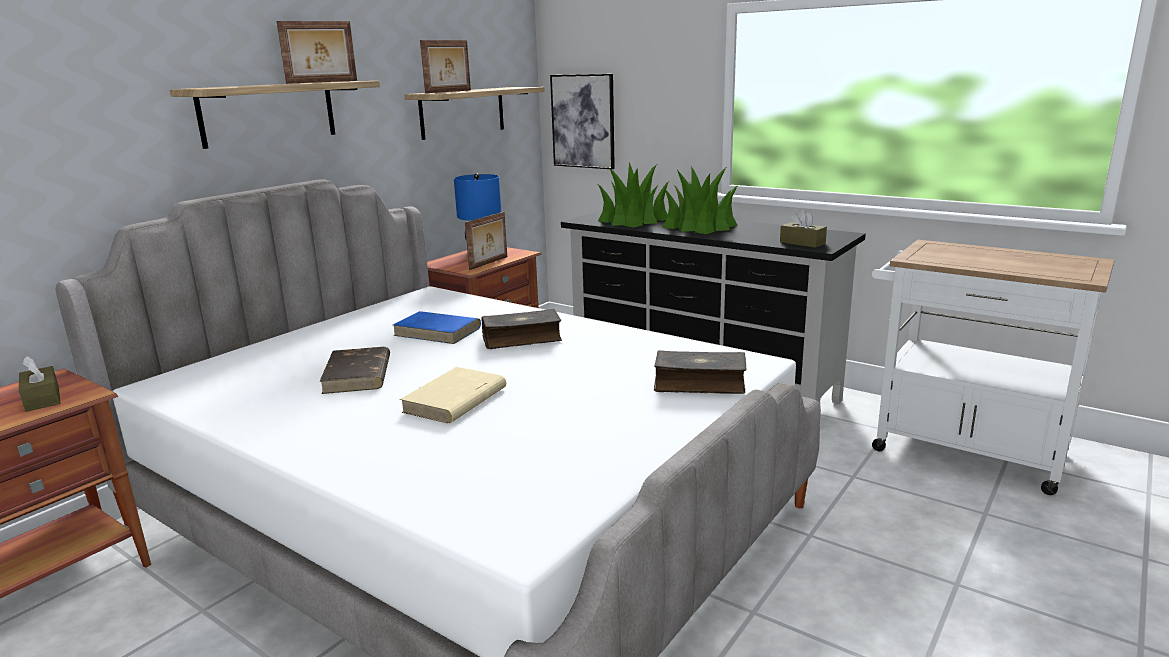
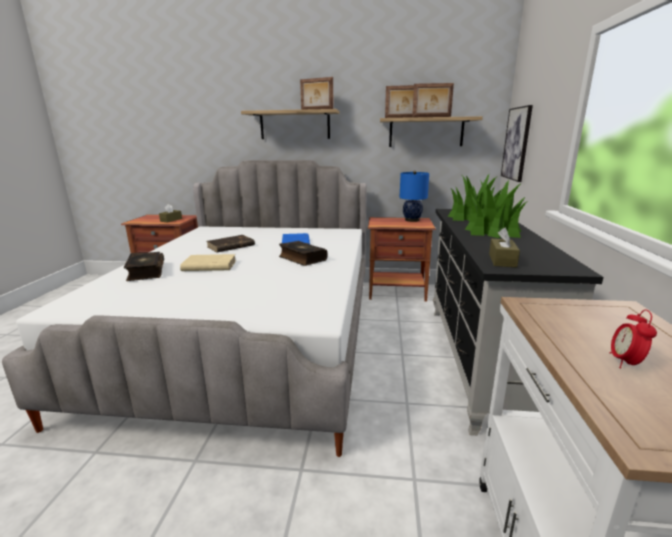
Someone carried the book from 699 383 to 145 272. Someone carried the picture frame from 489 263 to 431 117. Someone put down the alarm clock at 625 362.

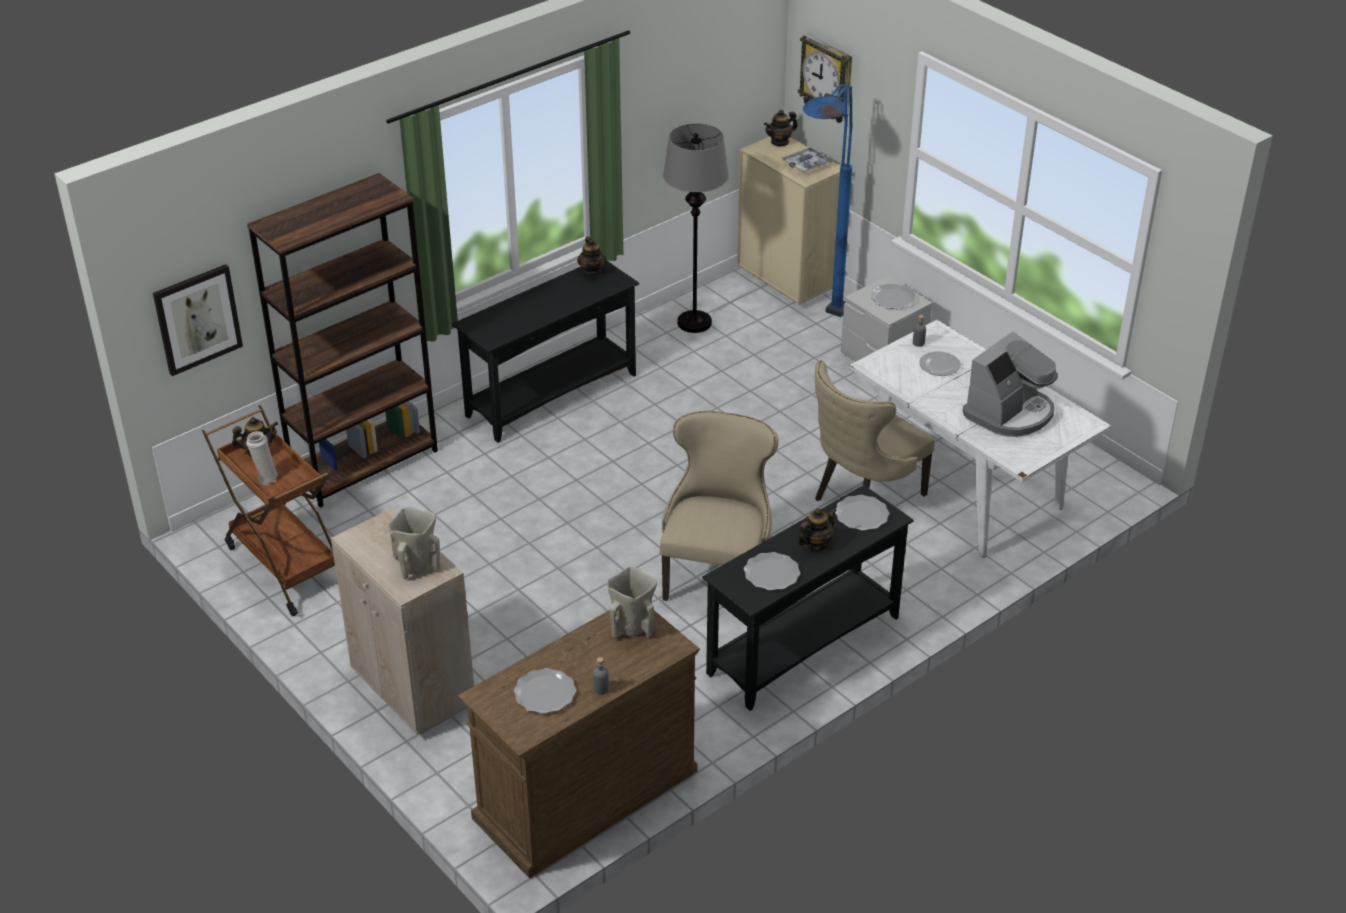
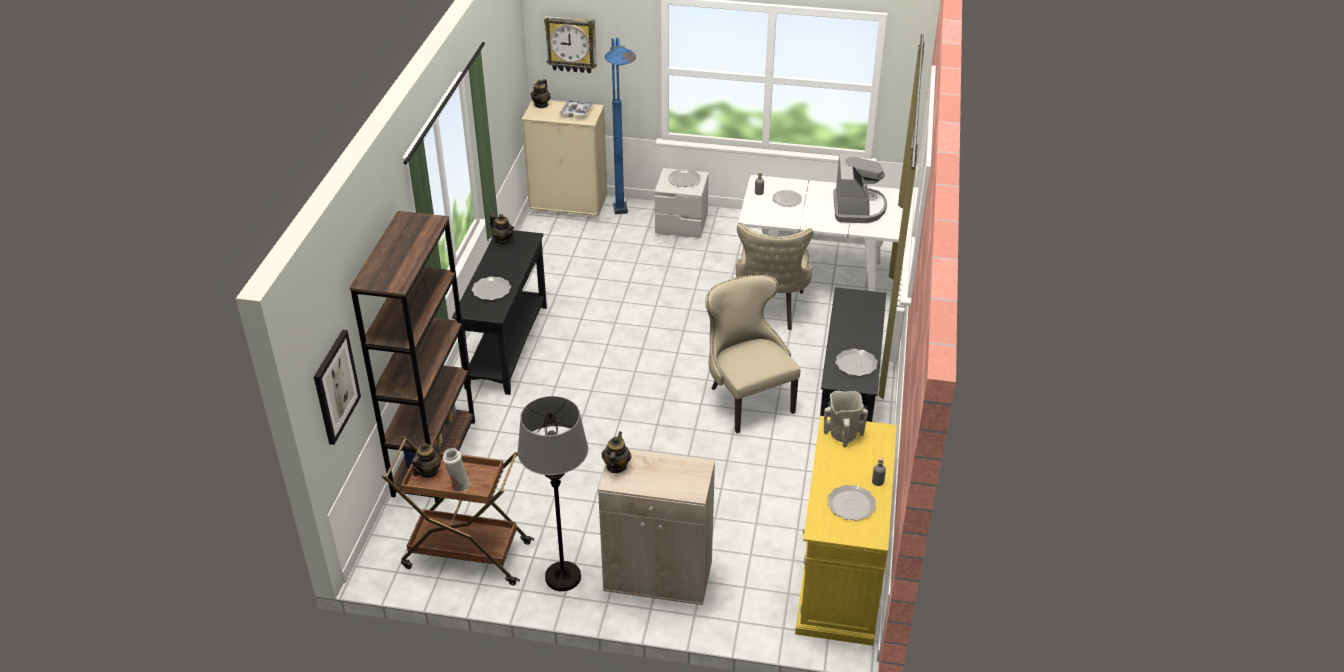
Someone carried the plate from 861 515 to 491 290. Someone carried the grey floor lamp from 694 323 to 563 577. Someone carried the teapot from 815 544 to 616 466. Someone repainted the brown dresser at 586 795, which became the yellow dresser at 841 574. Someone took away the beige vase at 417 564.

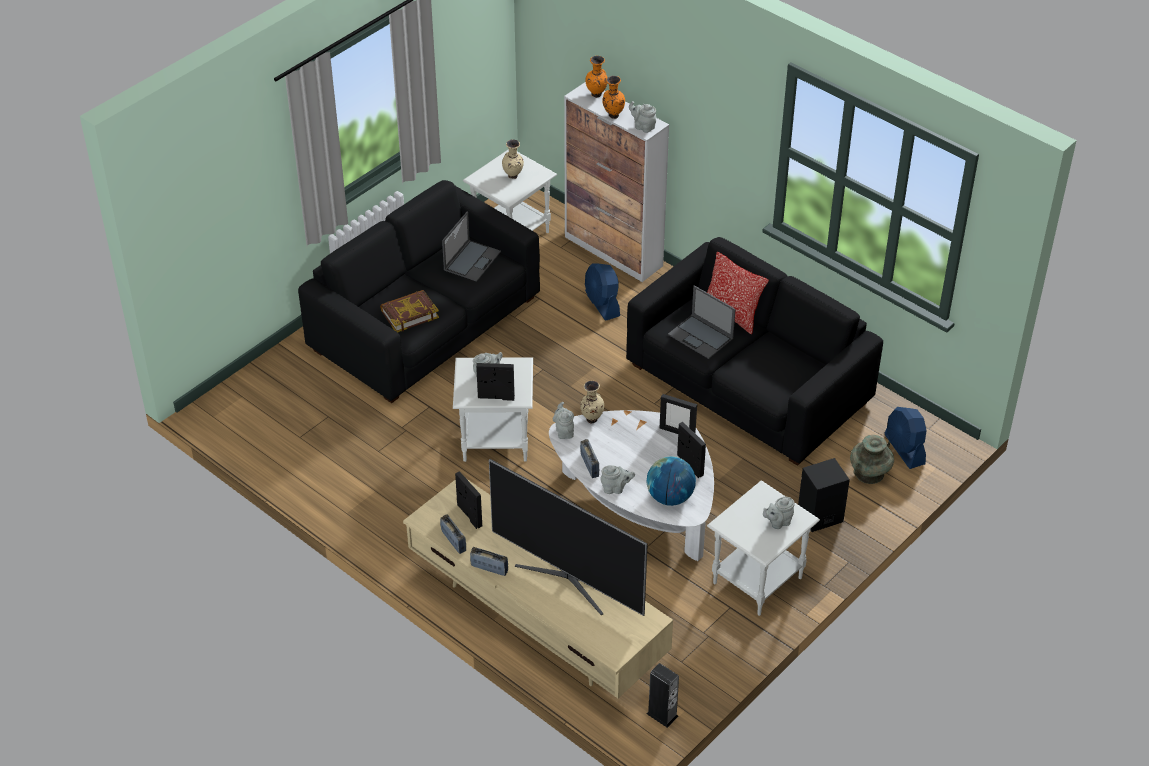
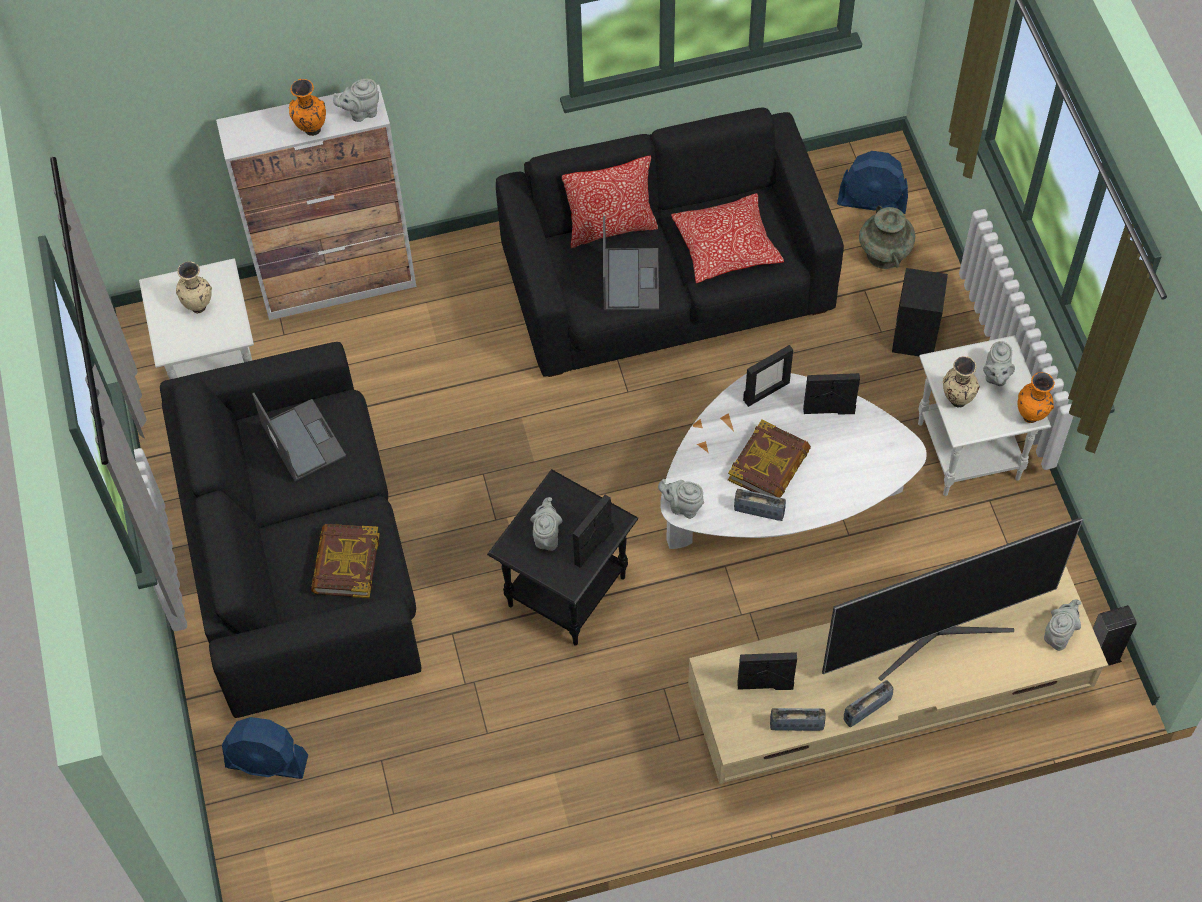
Someone carried the blue fan from 602 304 to 267 762. Someone repainted the white side table at 494 441, which became the black side table at 566 593. Someone rotated the laptop at 701 337 by 75 degrees counterclockwise. Someone put down the pillow at 726 247. Someone put down the book at 769 465. Someone carried the beige vase from 591 419 to 956 401. Someone carried the orange vase from 596 95 to 1031 417. Someone carried the grey teapot from 615 488 to 1059 634. Someone took away the globe at 670 497.

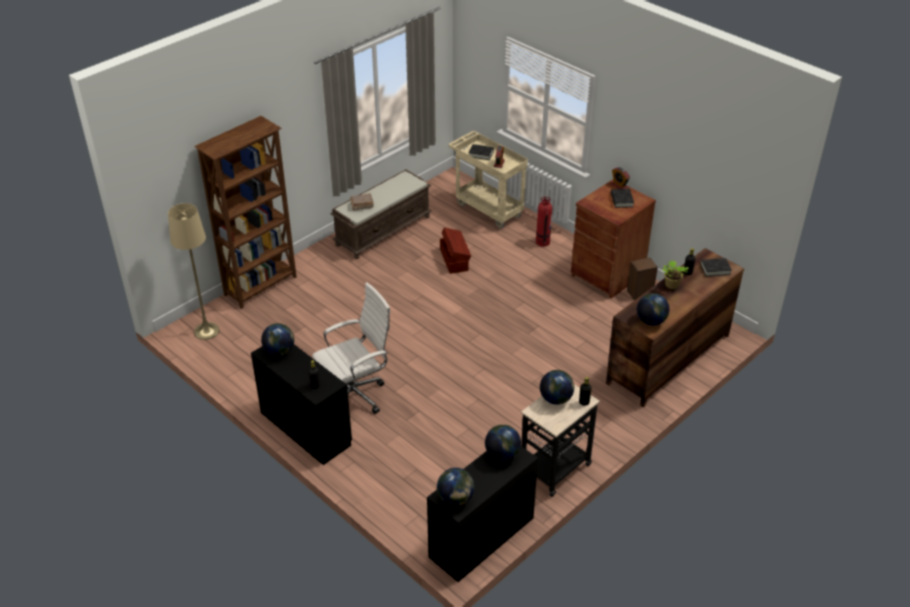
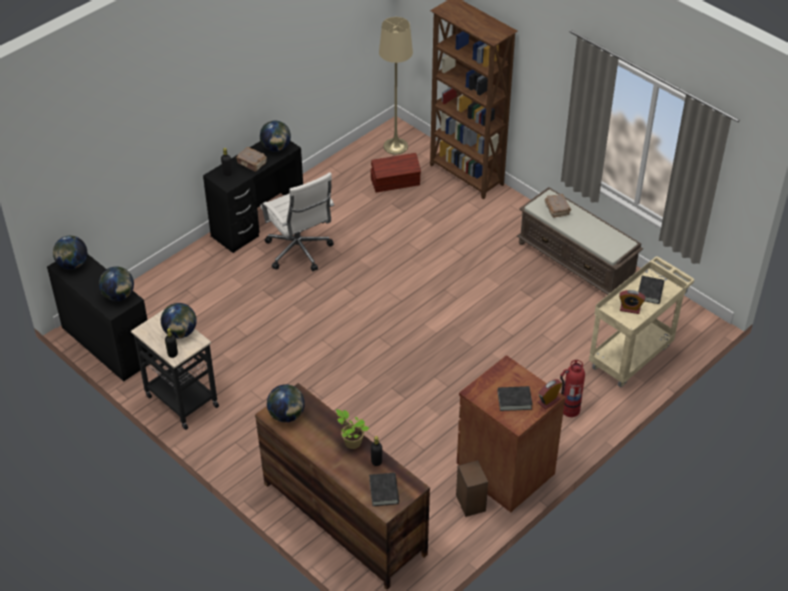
Someone put down the brown book at 252 163. Someone carried the brown storage box from 454 259 to 396 182.

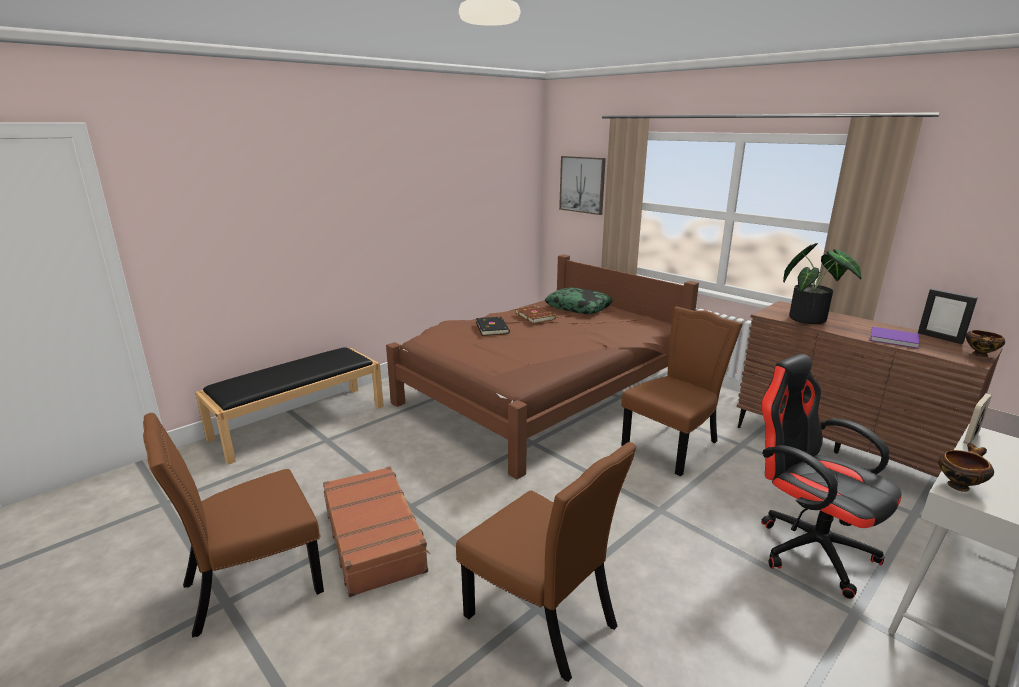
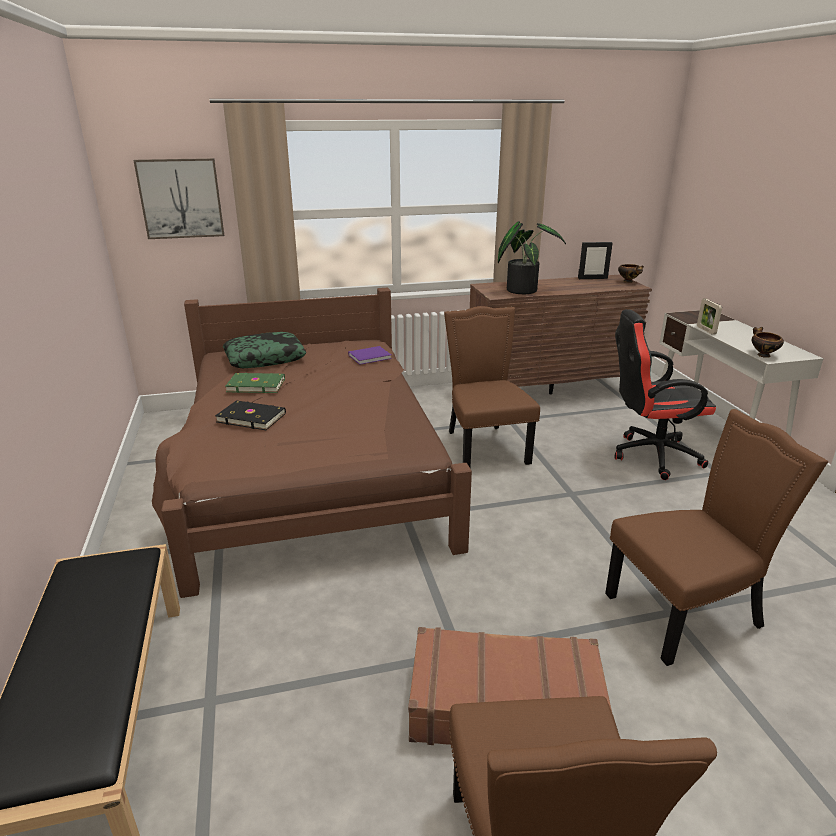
Someone repainted the brown book at 535 316, which became the green book at 256 385. Someone carried the purple book from 895 339 to 371 356.

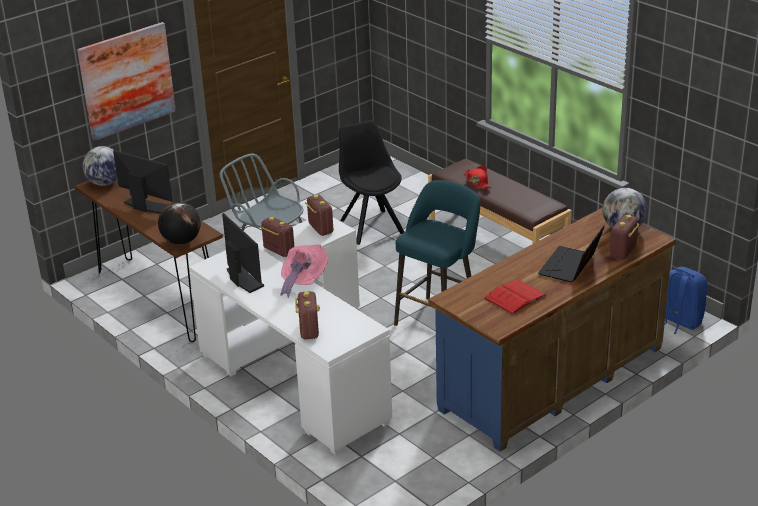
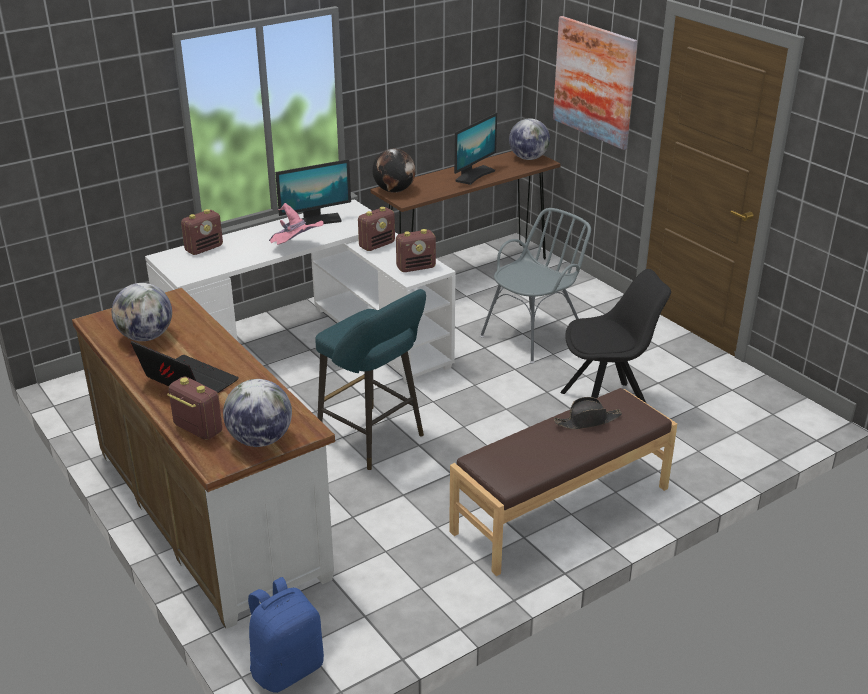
Someone repainted the blue dresser at 550 379, which became the white dresser at 210 512. Someone swapped the red book at 515 297 for the globe at 146 337. Someone rotated the radio at 309 330 by 45 degrees counterclockwise. Someone repainted the red hat at 477 182, which became the black hat at 587 421.

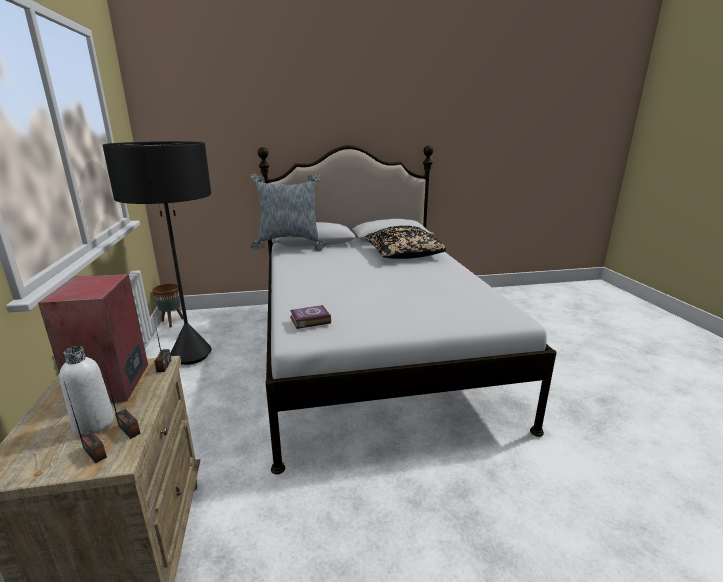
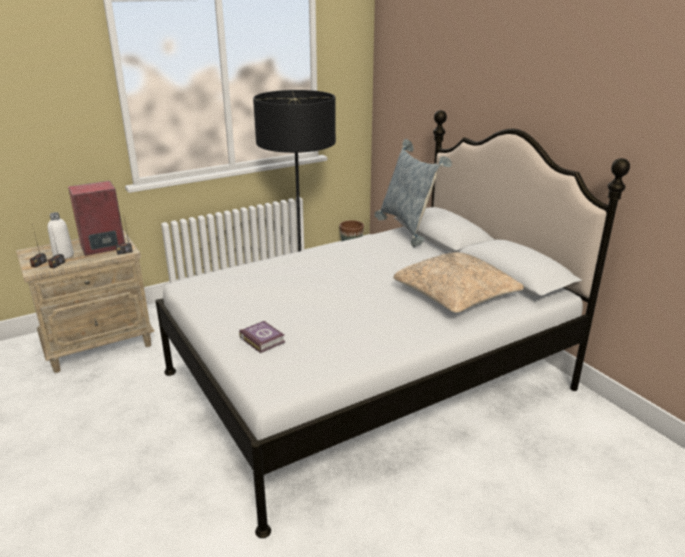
Someone carried the book from 309 320 to 262 339. Someone repainted the black pillow at 404 253, which became the beige pillow at 456 294.

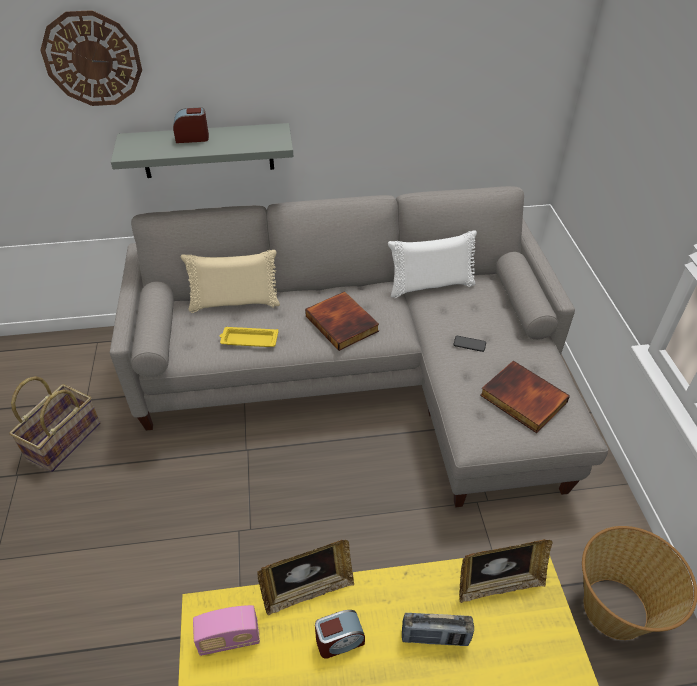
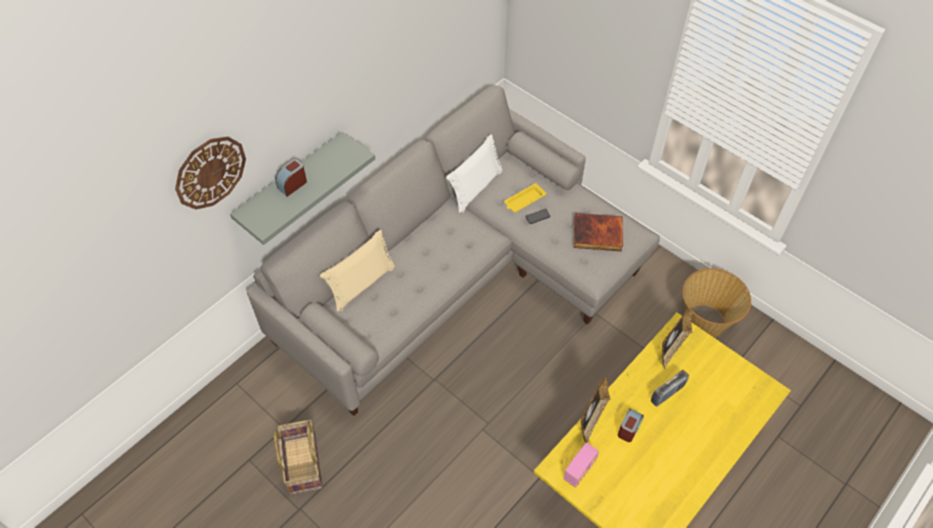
Someone carried the yellow tray from 248 340 to 524 200. Someone took away the book at 343 323.

